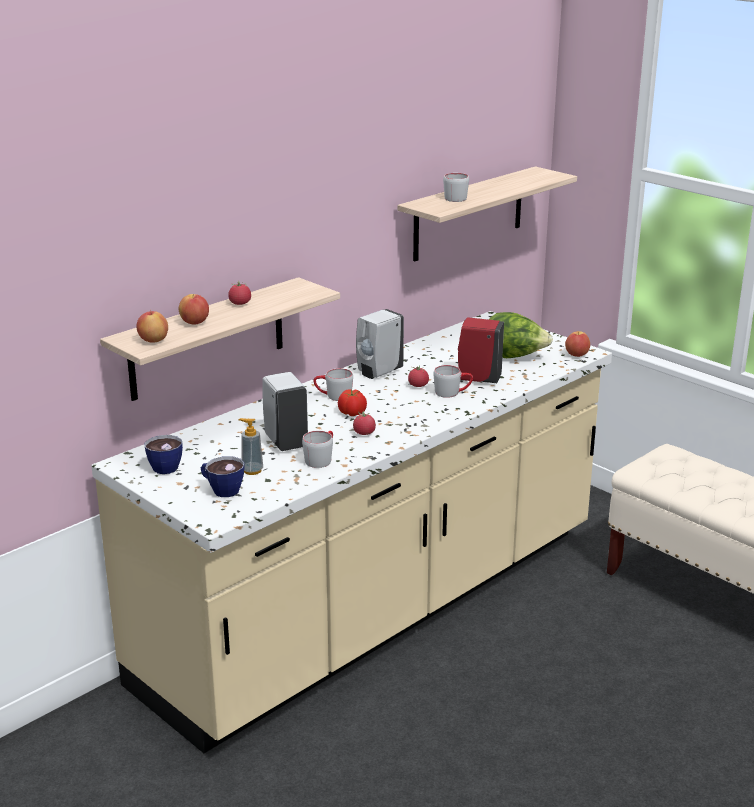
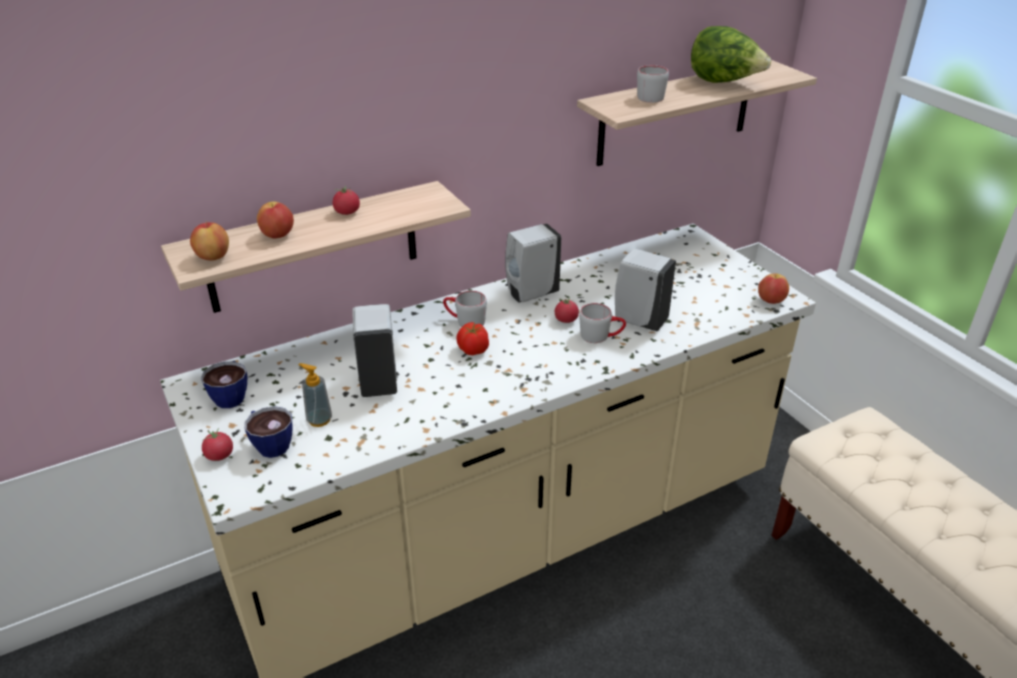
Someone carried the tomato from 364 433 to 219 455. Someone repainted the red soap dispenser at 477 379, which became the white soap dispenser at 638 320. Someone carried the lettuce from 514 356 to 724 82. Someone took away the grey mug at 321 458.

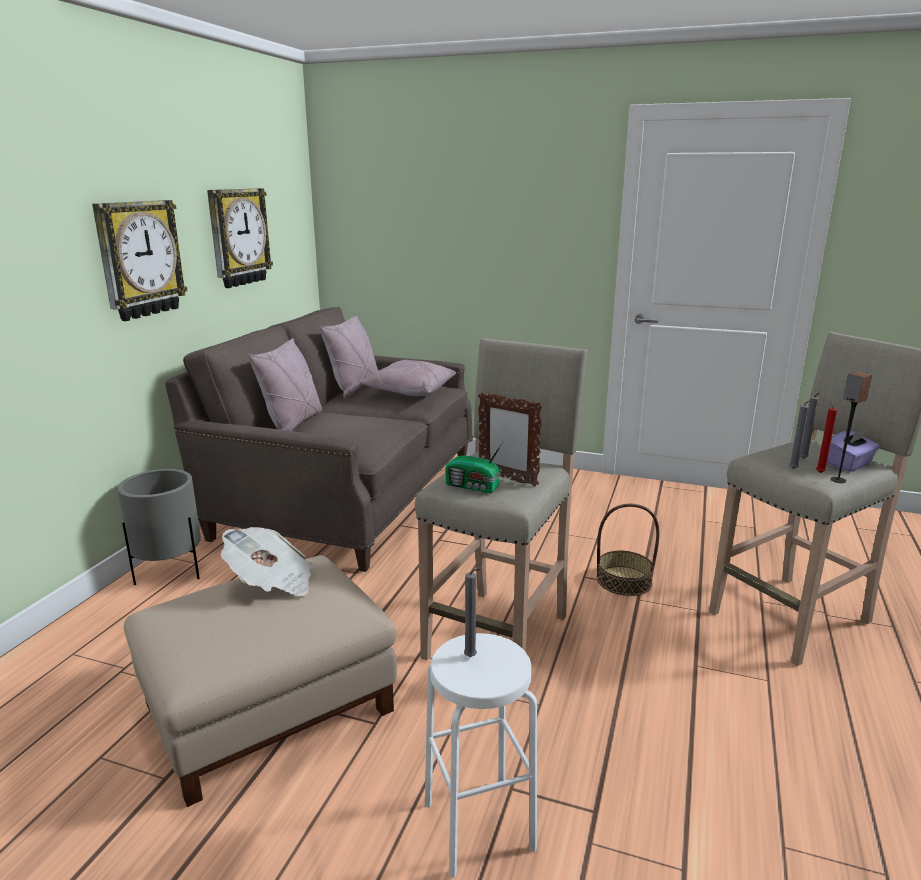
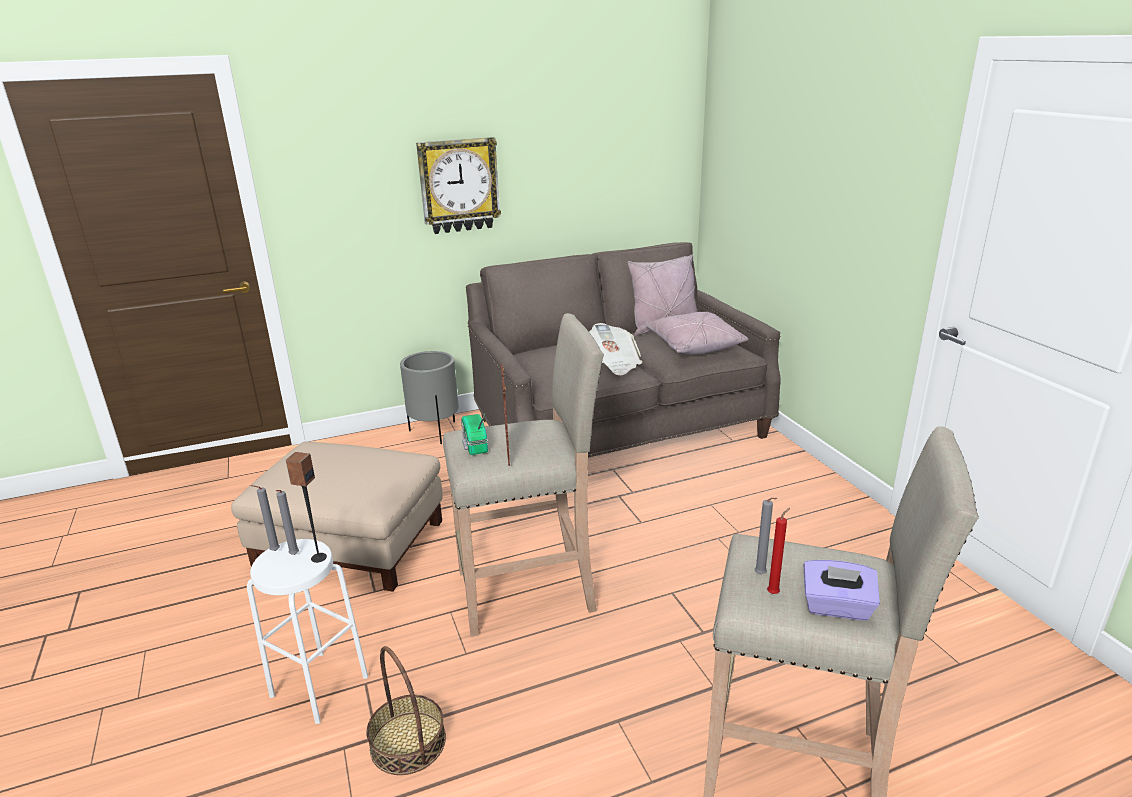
Someone carried the grey candle from 803 459 to 273 551. Someone carried the speaker from 838 480 to 318 557. Someone carried the basket from 624 581 to 407 742. Someone carried the newspaper from 271 582 to 613 364. Someone took away the wall clock at 238 237. Someone took away the purple pillow at 293 424.

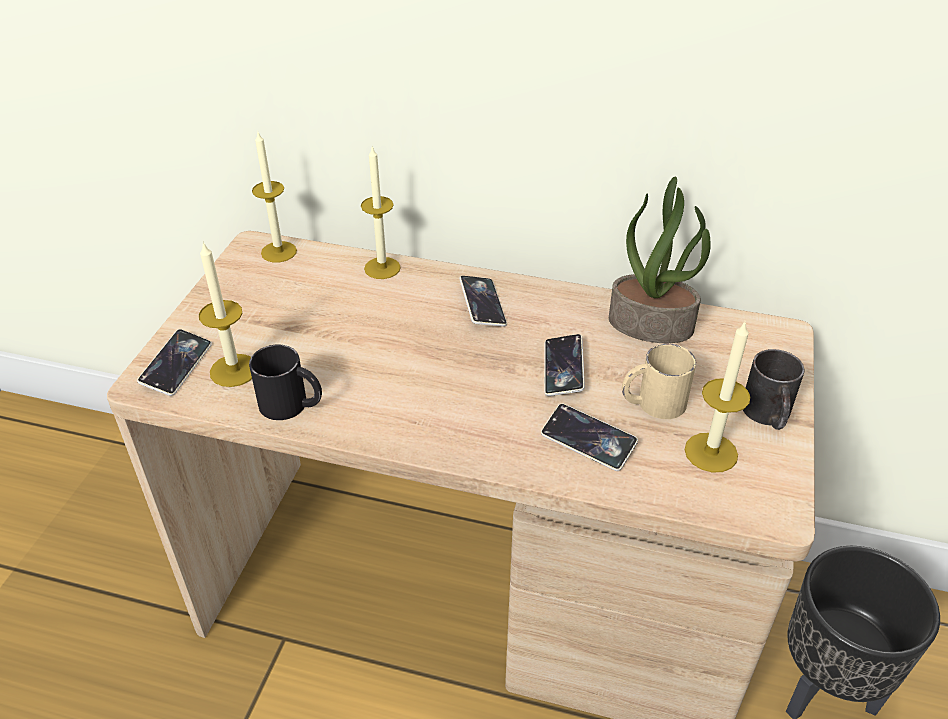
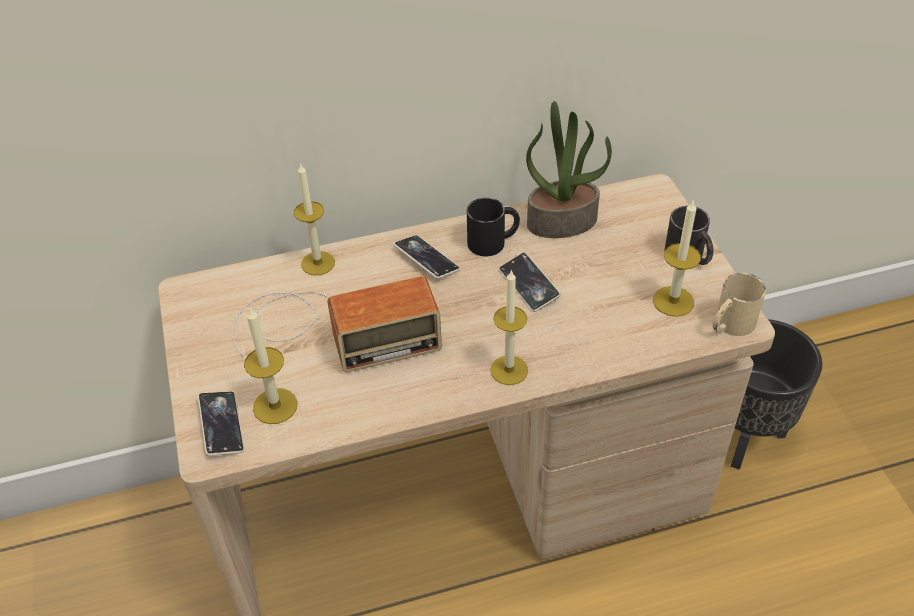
Someone put down the radio at 328 330. Someone carried the black mug from 292 405 to 493 241. Someone carried the candle from 279 252 to 509 370. Someone carried the beige mug from 652 403 to 729 325. Someone took away the phone at 588 441.

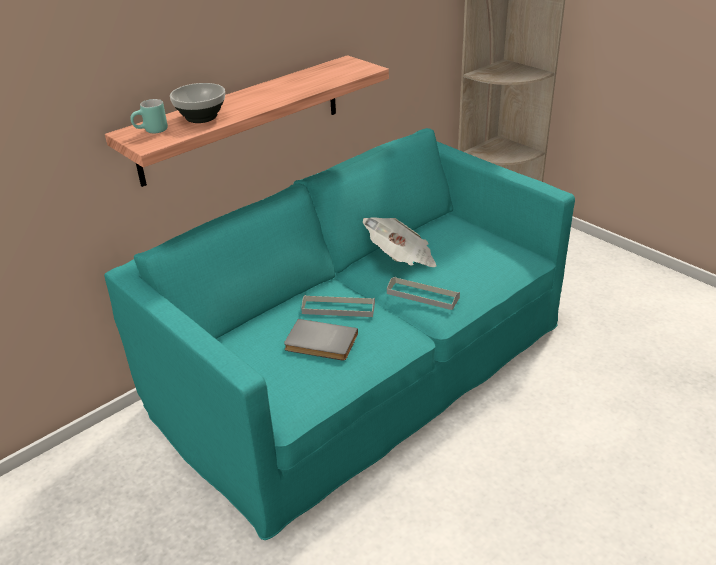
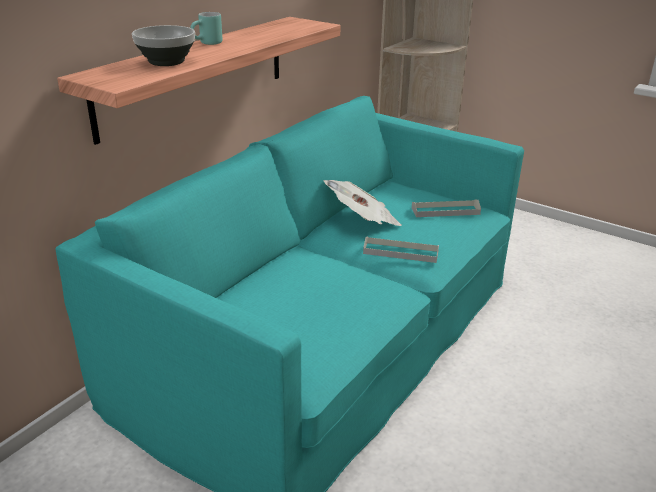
Someone carried the turquoise mug from 152 132 to 208 44. Someone carried the grey tray from 338 308 to 445 211. Someone took away the grey book at 320 343.

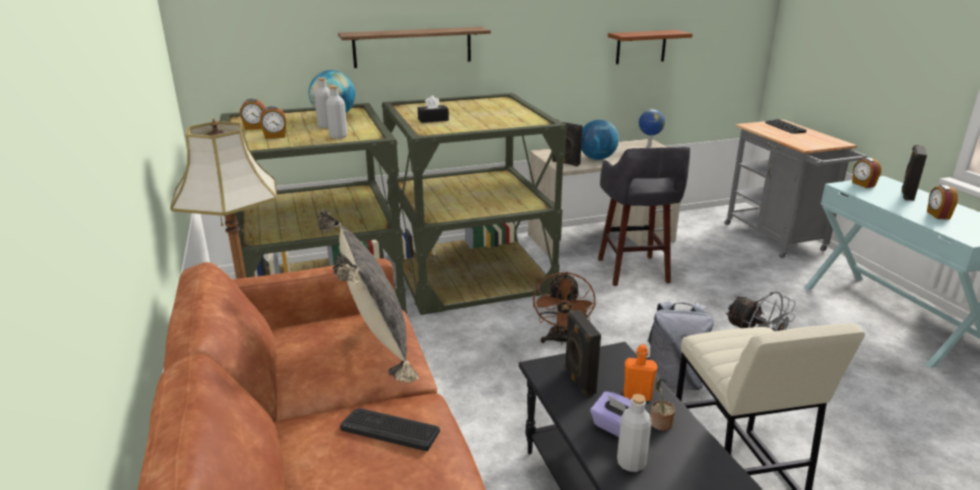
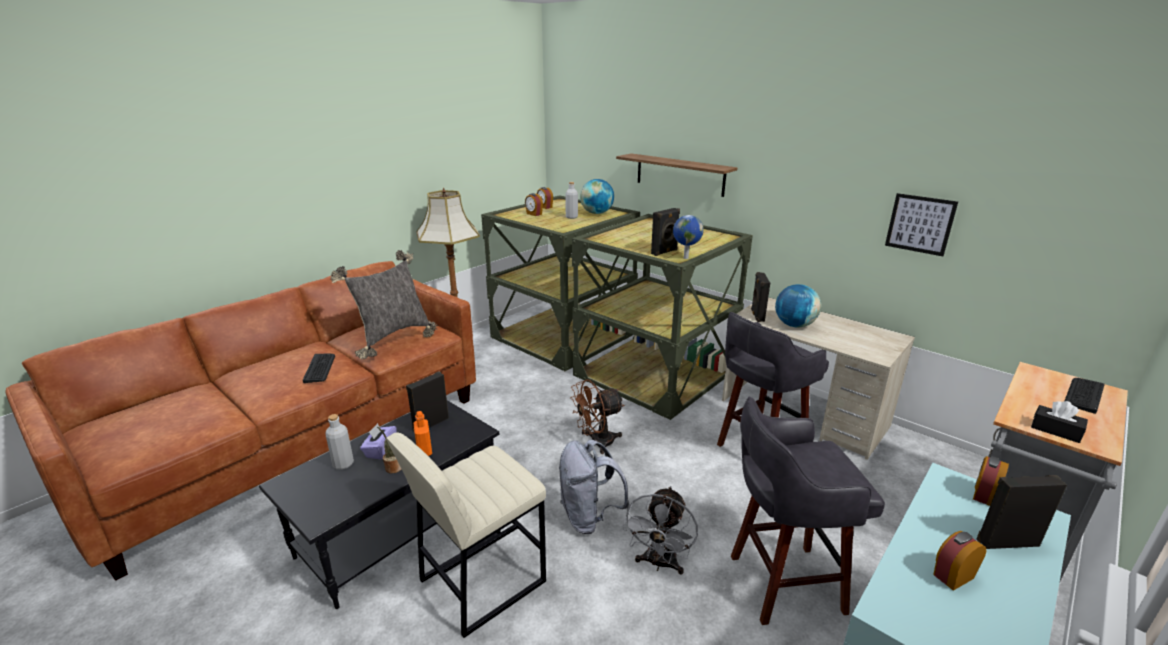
Someone put down the black speaker at 665 252. Someone carried the globe from 649 146 to 685 258. Someone put down the grey stool at 780 584. Someone swapped the brown shelf at 641 47 for the picture at 920 224. Someone carried the black tissue box from 433 120 to 1056 430. Someone took away the grey bottle at 338 136.

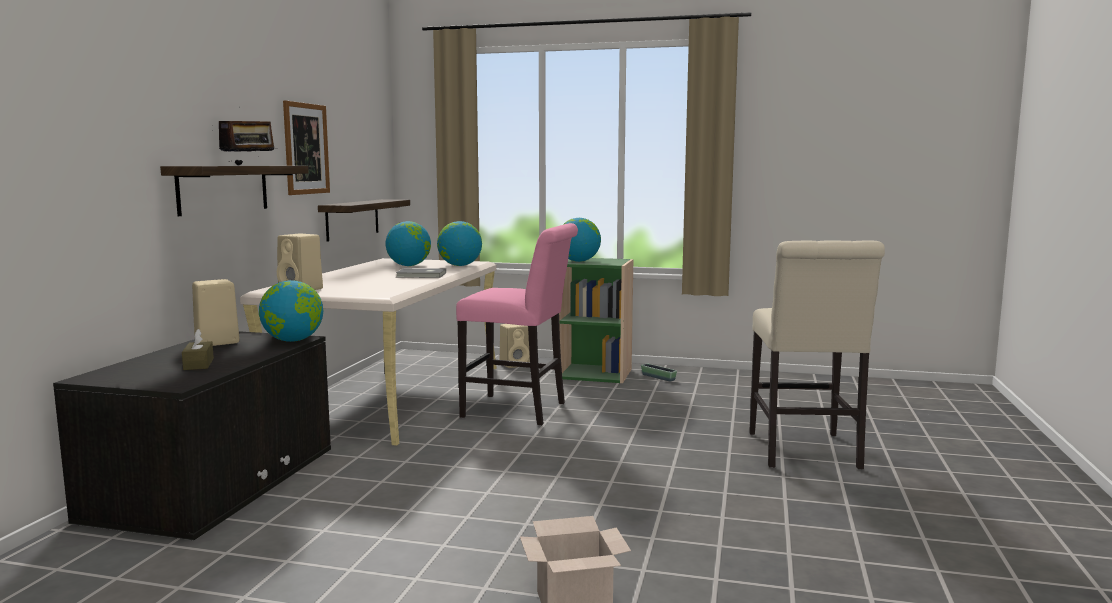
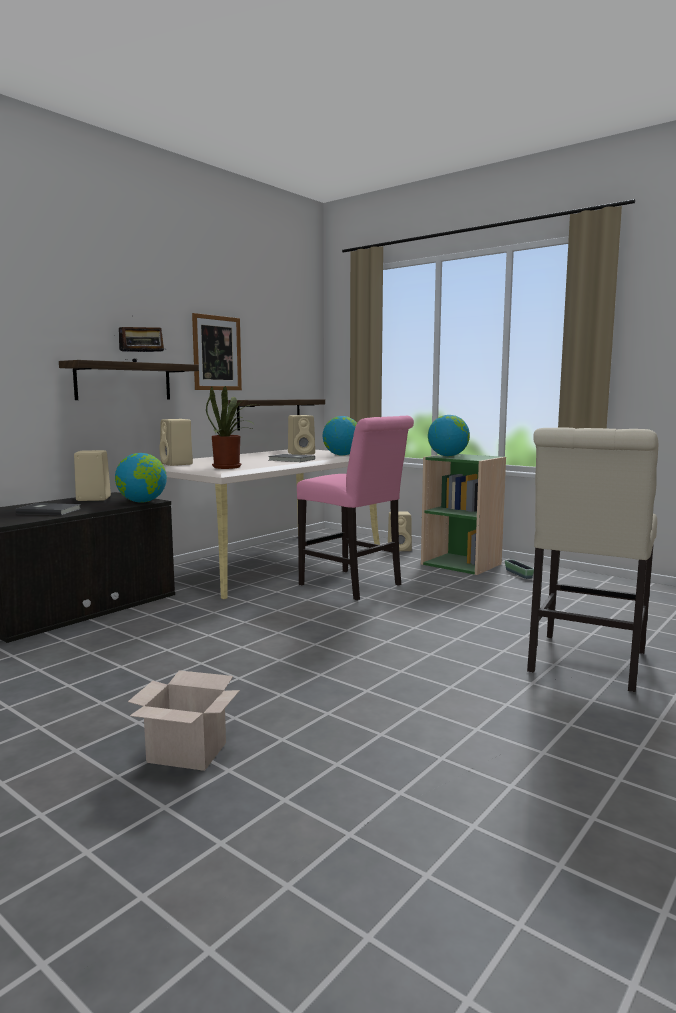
Someone swapped the brown tissue box at 198 364 for the grey book at 49 511. Someone put down the potted plant at 230 467. Someone swapped the globe at 409 265 for the beige speaker at 302 453.

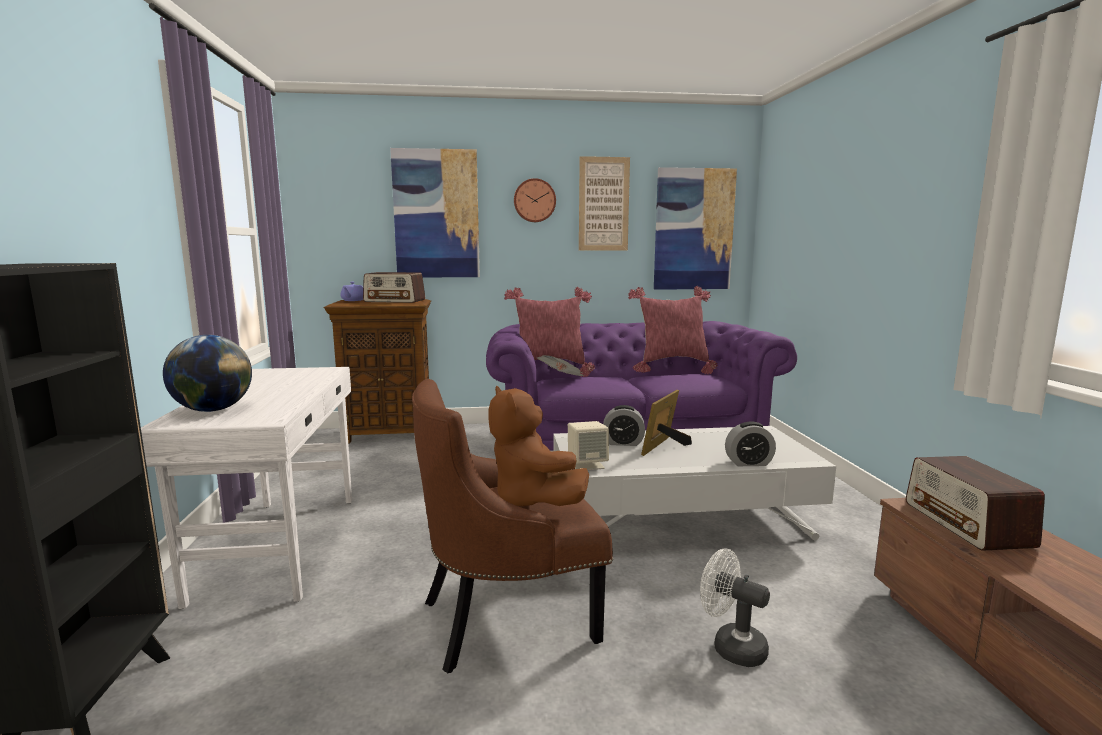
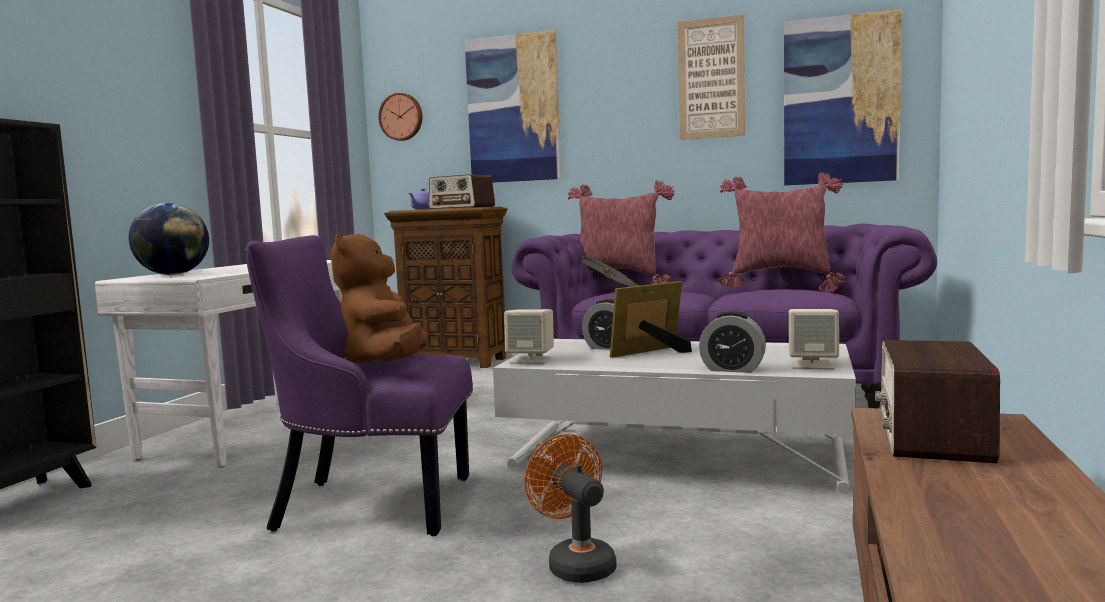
Someone repainted the brown armchair at 511 618, which became the purple armchair at 378 505. Someone carried the wall clock from 534 200 to 401 117. Someone repainted the white fan at 731 646, which became the orange fan at 576 563. Someone put down the beige speaker at 812 365.

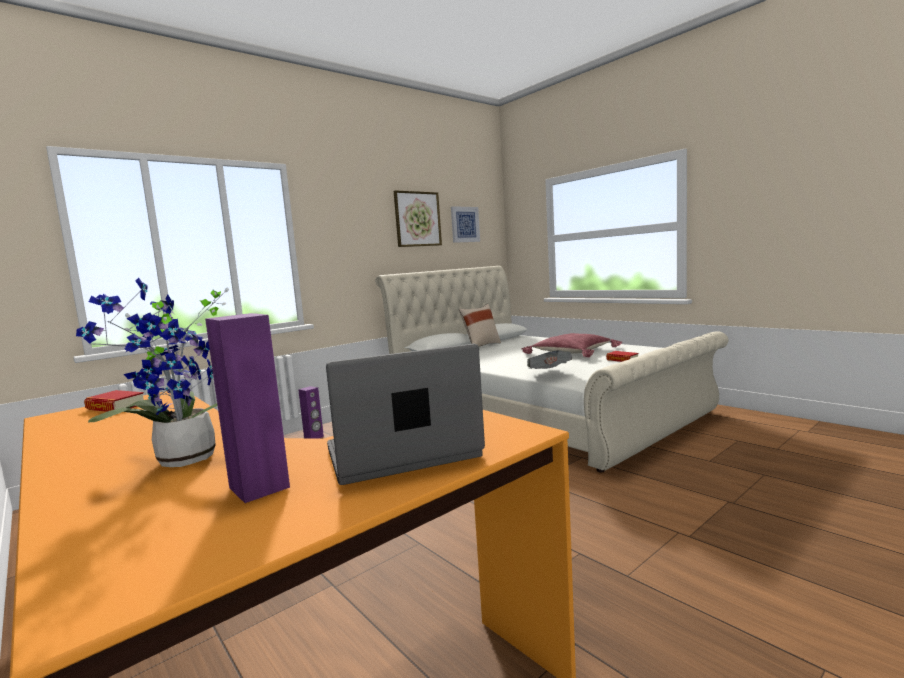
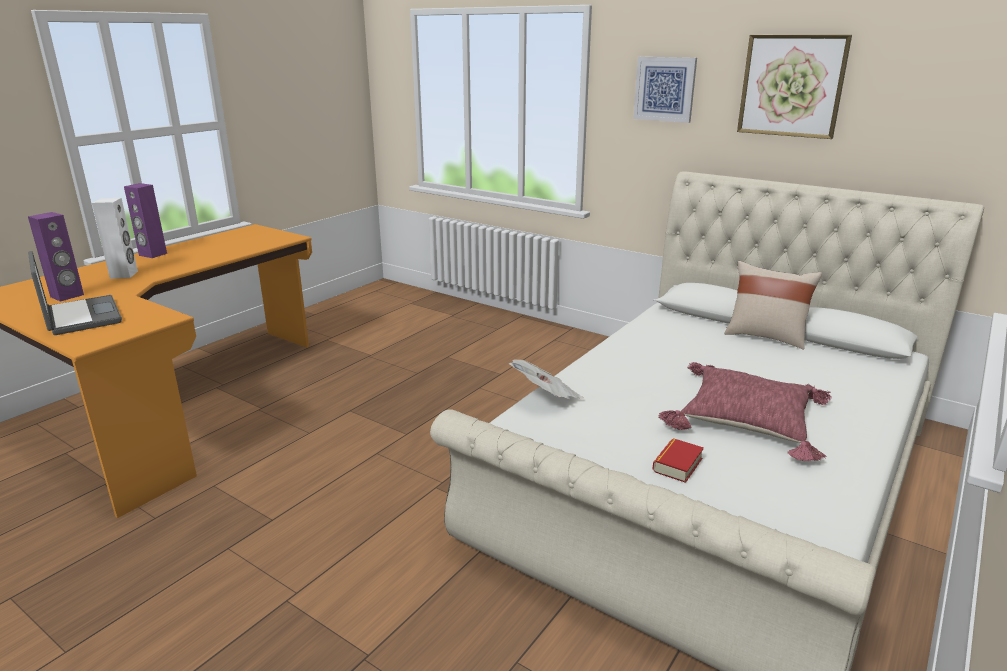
Someone swapped the potted plant at 183 462 for the white speaker at 124 274. Someone carried the purple speaker from 314 437 to 152 254. Someone carried the picture from 465 224 to 665 89. Someone took away the book at 115 407.

